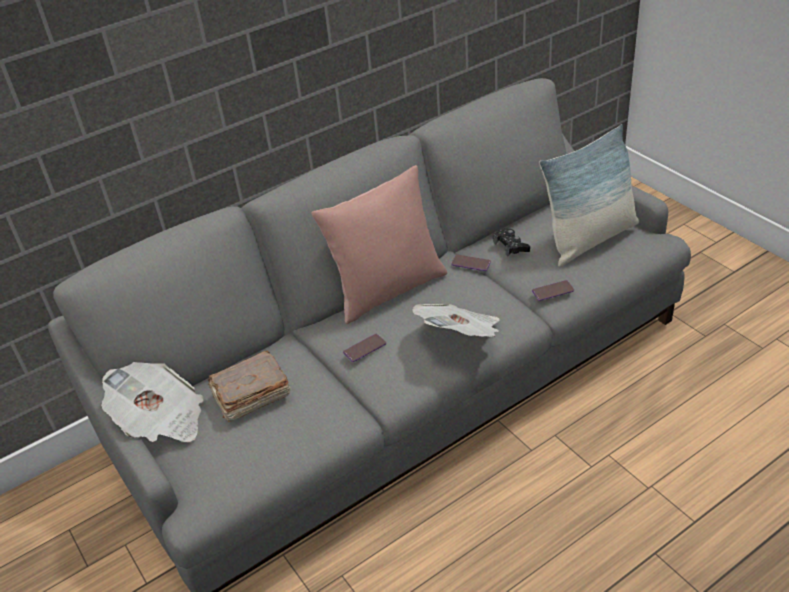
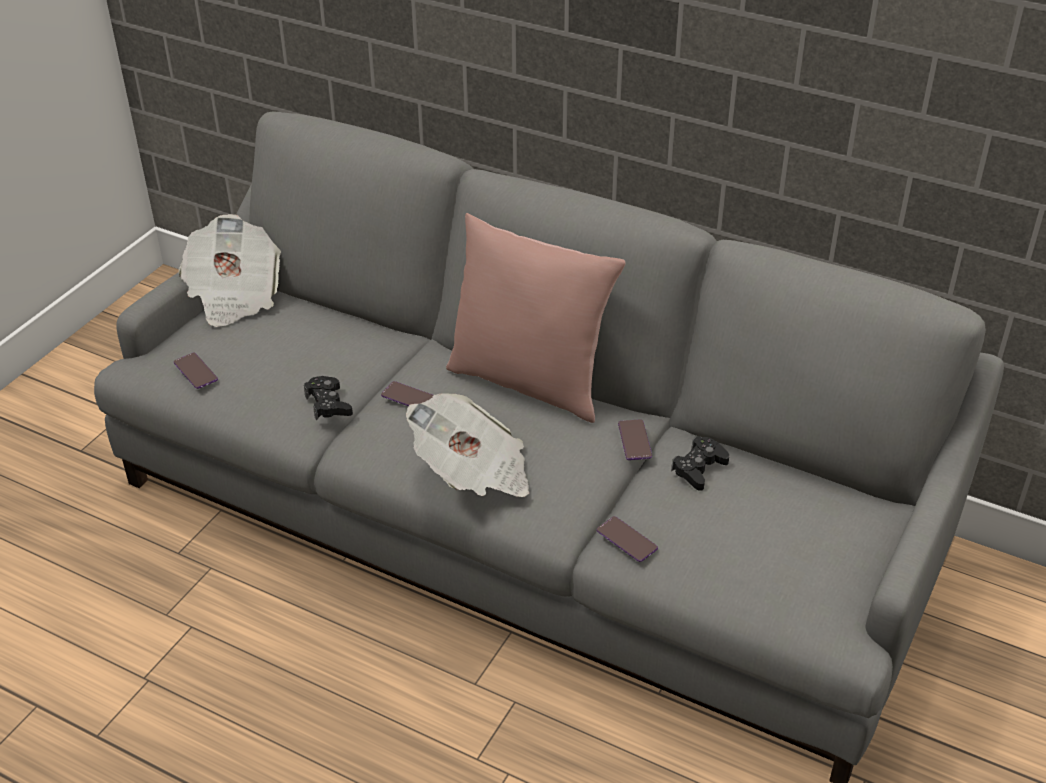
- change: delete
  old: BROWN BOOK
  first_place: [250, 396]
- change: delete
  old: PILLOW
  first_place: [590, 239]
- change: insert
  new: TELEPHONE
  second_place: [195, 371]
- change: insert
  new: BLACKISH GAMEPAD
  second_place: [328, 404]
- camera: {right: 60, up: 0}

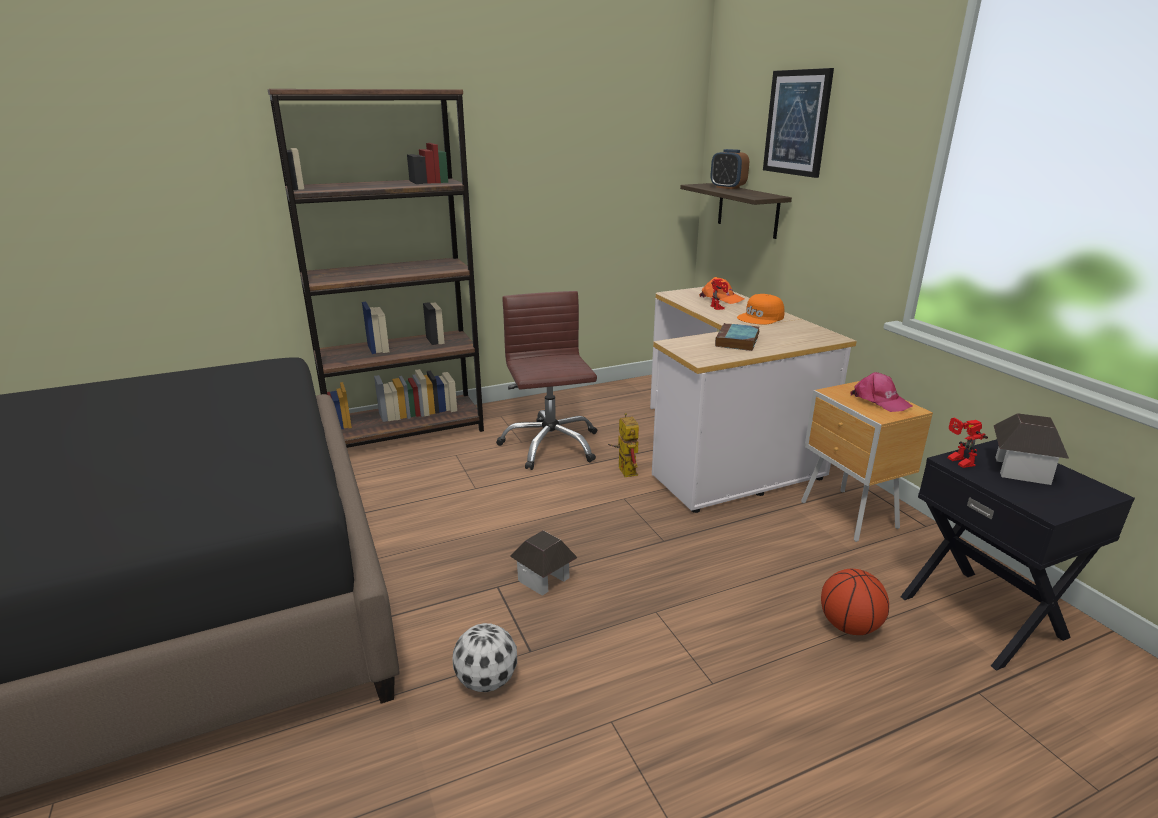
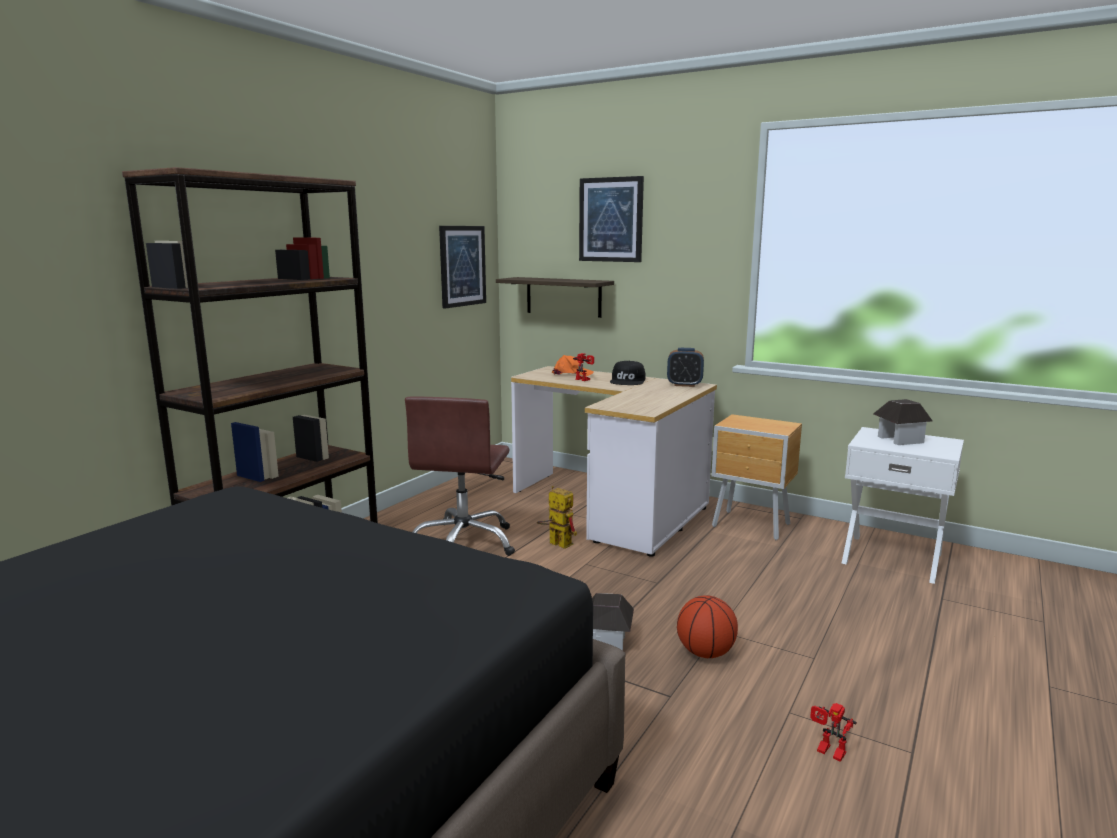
- change: delete
  old: FOOTBALL
  first_place: [486, 680]
- change: rotate
  old: BROWN OFFICE CHAIR
  first_place: [550, 445]
  second_place: [464, 543]
  degrees: -120
- change: move
  old: ALARM CLOCK
  first_place: [727, 187]
  second_place: [684, 385]
- change: delete
  old: BOOK
  first_place: [737, 341]
- change: recolor
  old: ORANGE-COLOURED CAP
  new: BLACKISH CAP
  first_place: [761, 317]
  second_place: [628, 381]
- change: move
  old: BASKETBALL
  first_place: [849, 626]
  second_place: [705, 653]
- change: delete
  old: PINK CAP
  first_place: [879, 400]
- change: recolor
  old: BLACKISH NIGHT TABLE
  new: WHITE-COLOURED NIGHT TABLE
  first_place: [983, 615]
  second_place: [892, 557]
- change: move
  old: ROBOT FIGURE
  first_place: [957, 461]
  second_place: [828, 753]
- change: insert
  new: WALL PICTURE
  second_place: [462, 266]
- camera: {right: -35, up: -10}

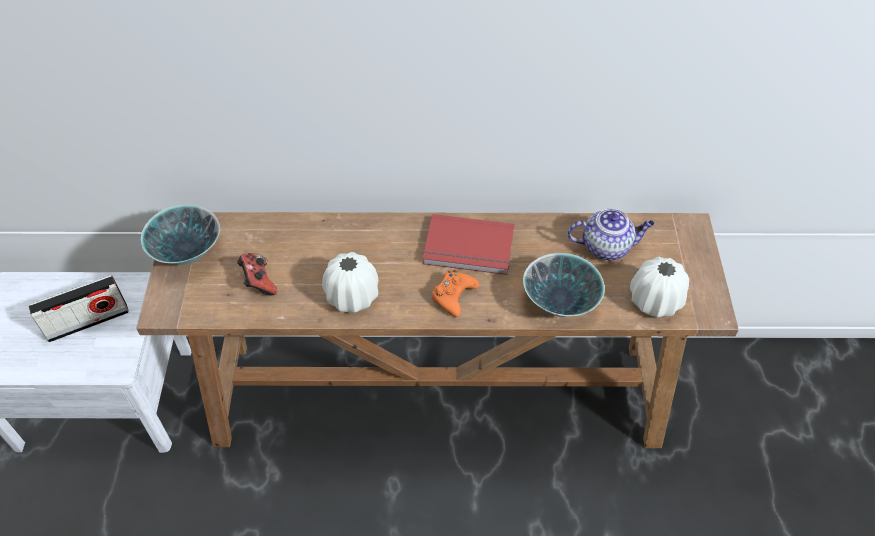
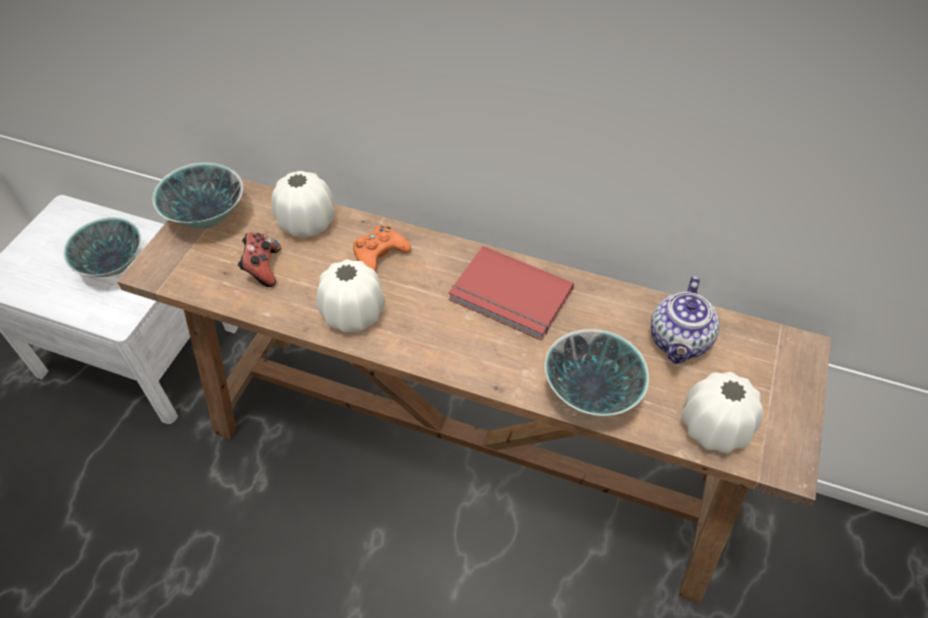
- change: replace
  old: RADIO RECEIVER
  new: SERVING BOWL
  first_place: [87, 321]
  second_place: [114, 266]
- change: move
  old: ORANGE-COLOURED GAMEPAD
  first_place: [453, 296]
  second_place: [379, 254]
- change: rotate
  old: POT FOR TEA
  first_place: [607, 246]
  second_place: [679, 342]
  degrees: 90
- change: insert
  new: WHITE-COLOURED FLOWER VASE
  second_place: [307, 223]
- camera: {right: 20, up: 0}

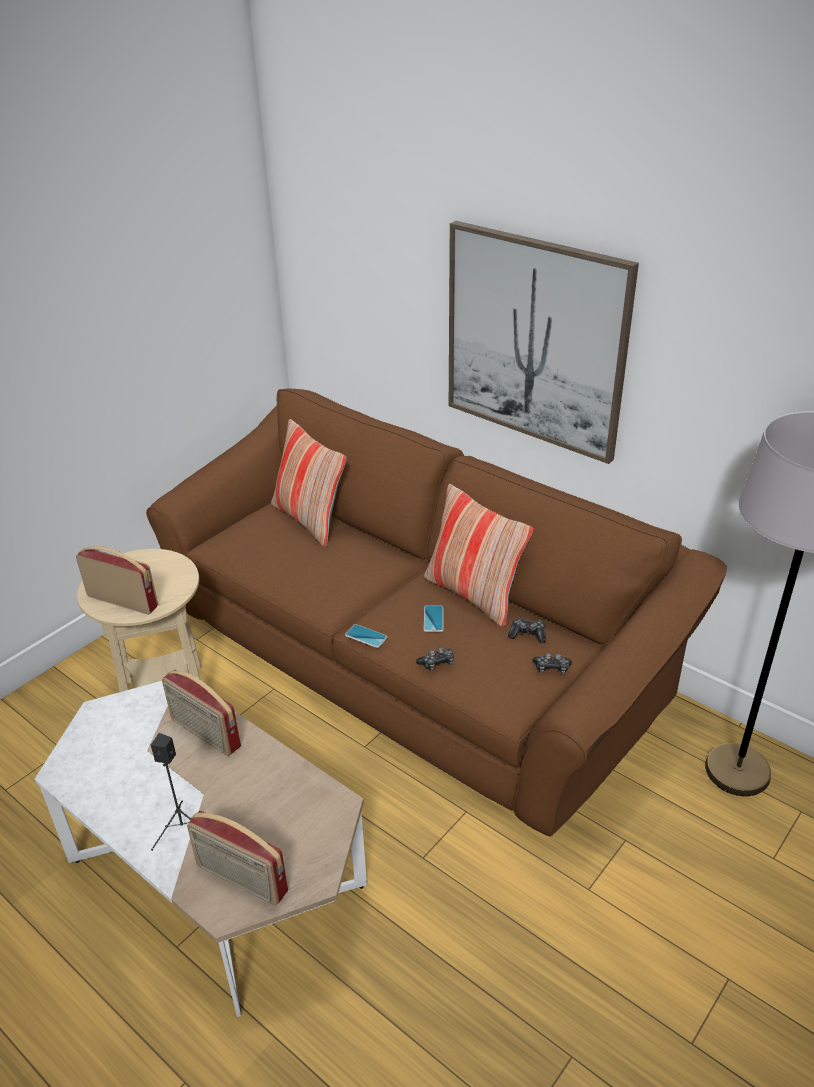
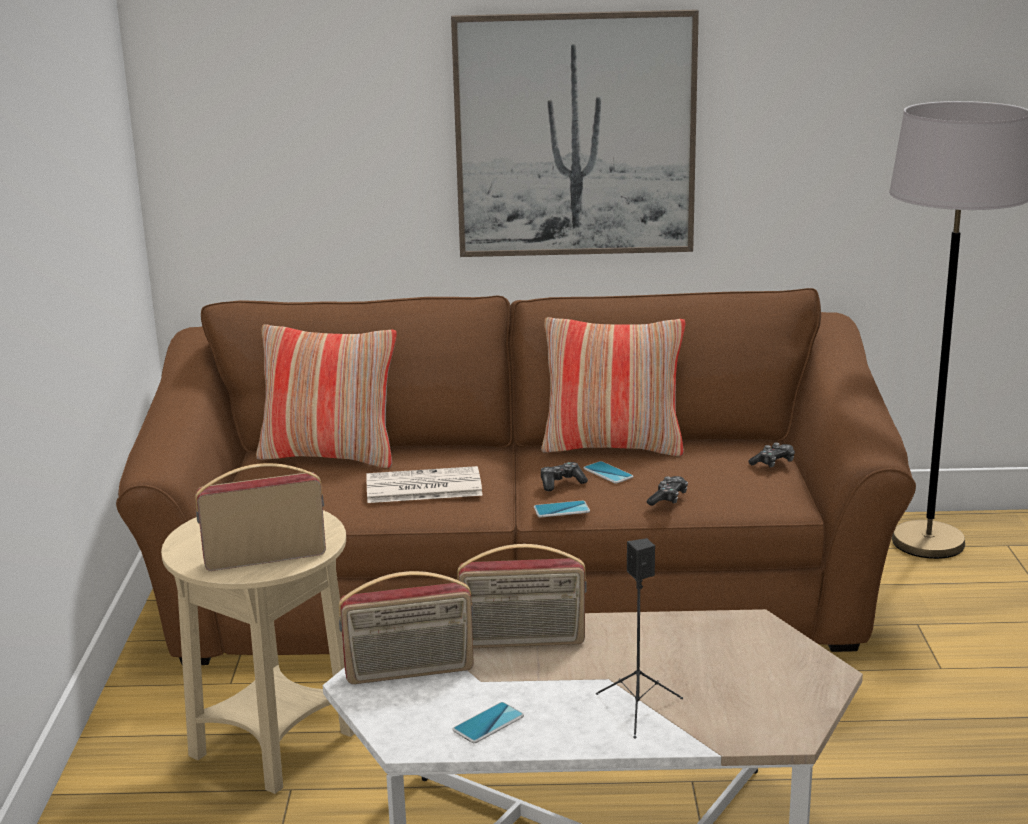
- change: move
  old: RADIO RECEIVER
  first_place: [241, 880]
  second_place: [409, 672]
- change: move
  old: GAMEPAD
  first_place: [527, 634]
  second_place: [561, 483]
- change: insert
  new: DAILY PAPER
  second_place: [422, 487]
- change: insert
  new: TELEPHONE
  second_place: [488, 724]
- camera: {right: -40, up: -15}

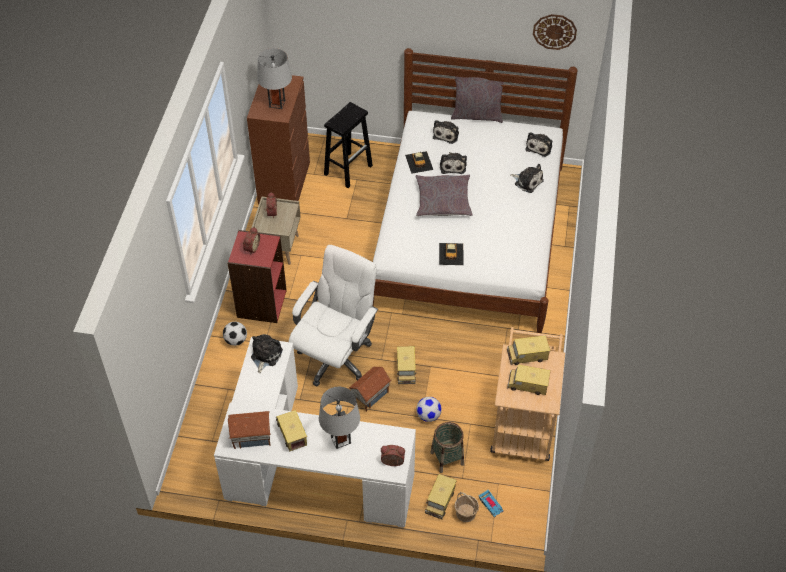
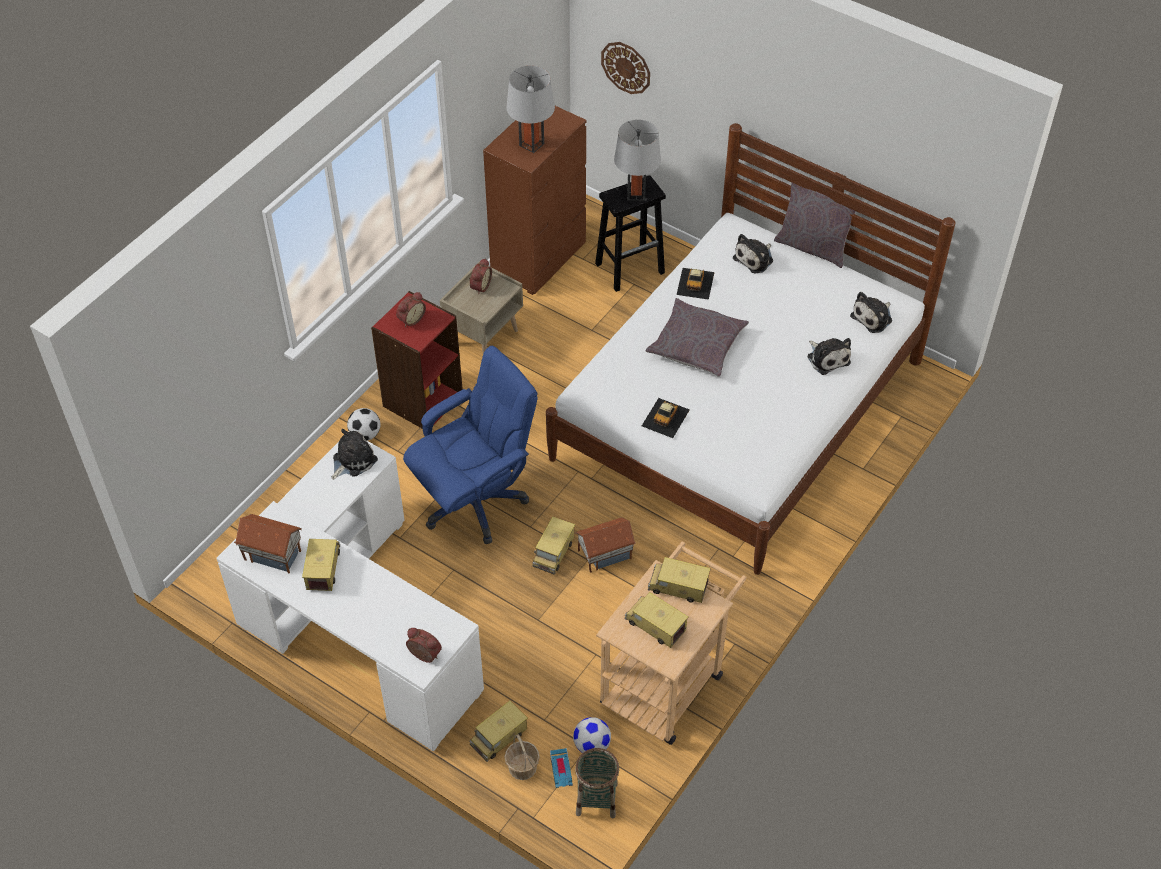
- change: recolor
  old: WHITE-COLOURED OFFICE CHAIR
  new: BLUISH OFFICE CHAIR
  first_place: [335, 356]
  second_place: [475, 501]
- change: move
  old: GREYISH LAMP FOR A TABLE
  first_place: [340, 440]
  second_place: [636, 194]
- change: move
  old: MINIATURE HOUSE
  first_place: [369, 395]
  second_place: [604, 554]
- change: move
  old: FOOTBALL
  first_place: [428, 416]
  second_place: [591, 745]
- change: move
  old: STORAGE BASKET
  first_place: [447, 458]
  second_place: [596, 799]
- change: delete
  old: CUDDLY TOY
  first_place: [452, 165]
- change: move
  old: HANGING CLOCK
  first_place: [554, 31]
  second_place: [626, 67]
- camera: {right: 25, up: 0}

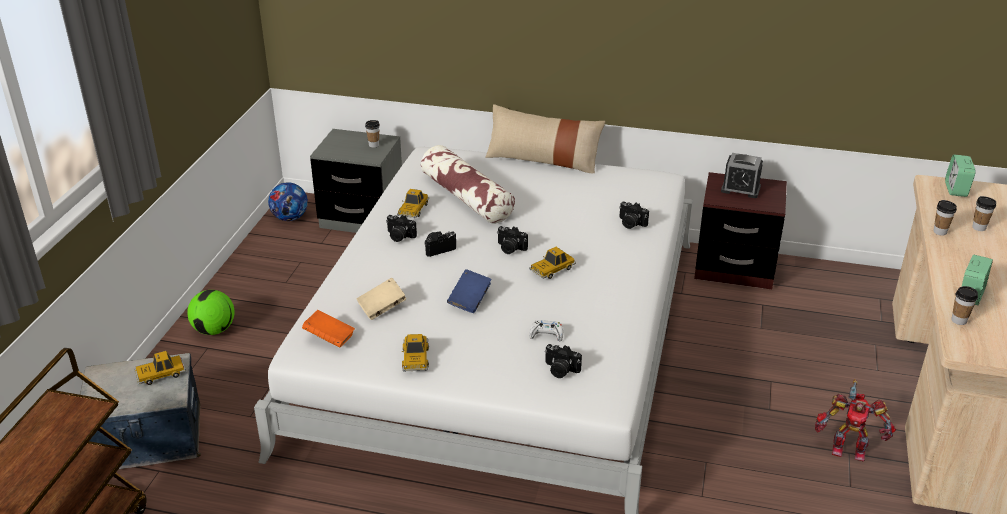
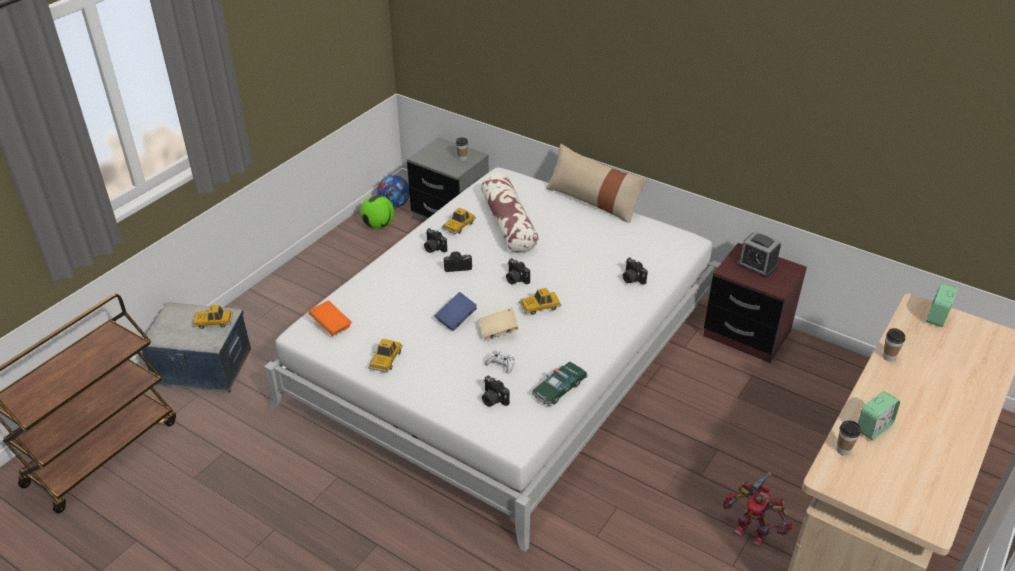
- change: move
  old: FOOTBALL
  first_place: [214, 330]
  second_place: [379, 225]
- change: move
  old: BEIGE-COLOURED BOOK
  first_place: [382, 308]
  second_place: [498, 331]
- change: delete
  old: SMALL CUP
  first_place: [979, 227]
- change: insert
  new: TOY CAR
  second_place: [559, 388]
- camera: {right: 20, up: 5}

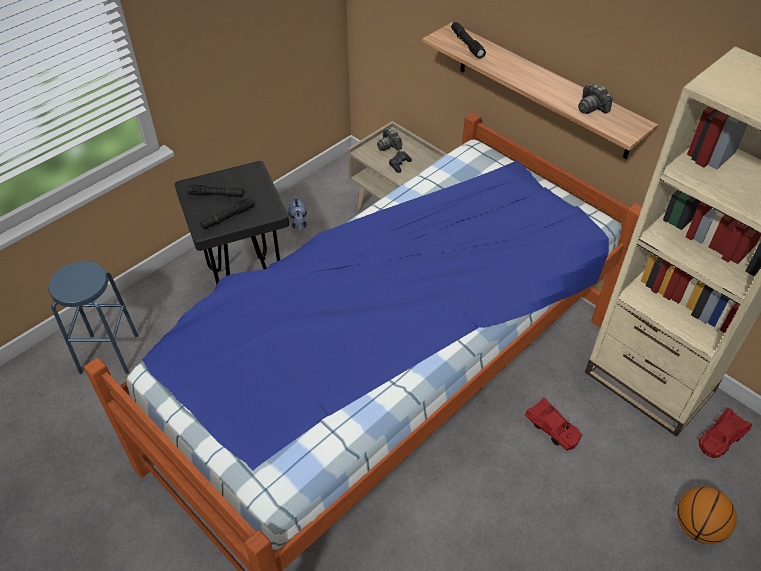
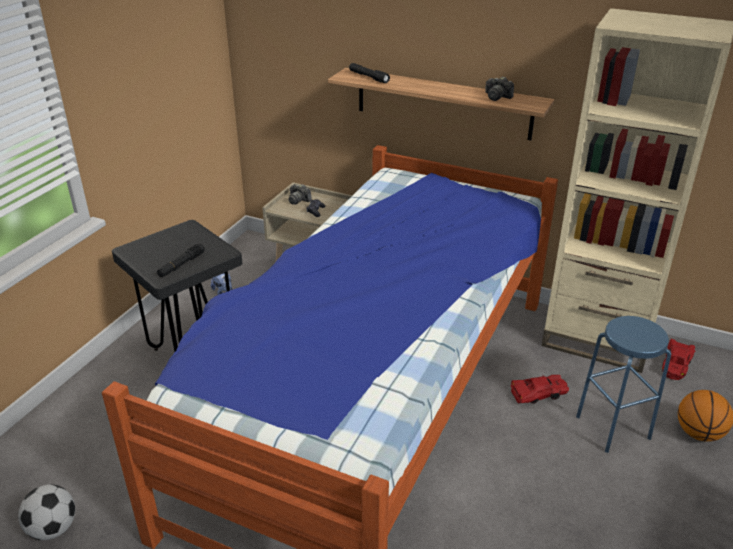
- change: move
  old: BLUISH STOOL SEAT
  first_place: [109, 353]
  second_place: [612, 427]
- change: delete
  old: BLACKISH FLASHLIGHT
  first_place: [216, 195]
- change: rotate
  old: RED TOY CAR
  first_place: [552, 429]
  second_place: [539, 394]
  degrees: -45
- change: insert
  new: FOOTBALL
  second_place: [53, 528]
- camera: {right: -20, up: -15}

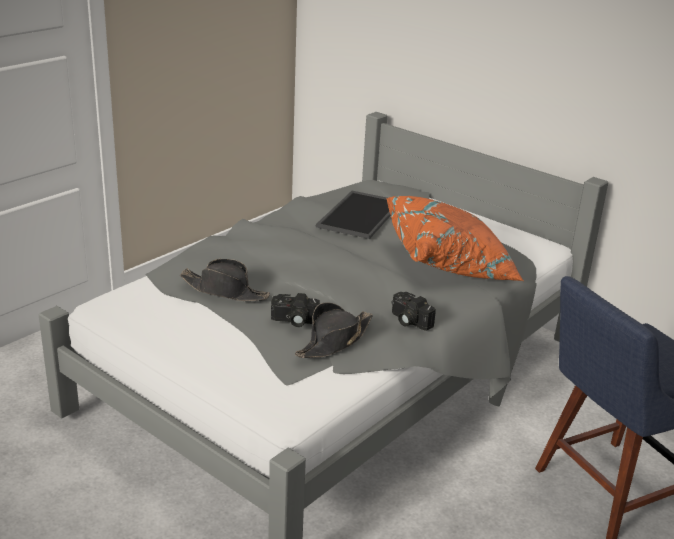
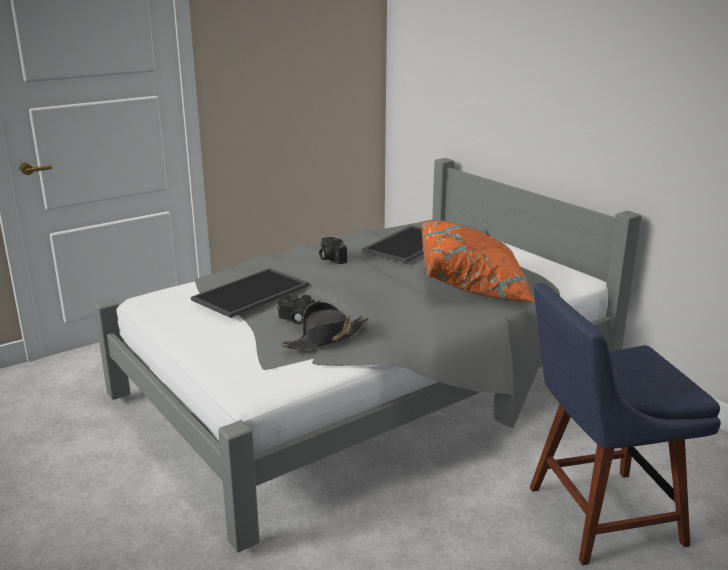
- change: replace
  old: BLACKISH WEARABLE HAT
  new: CARRYING TRAY
  first_place: [225, 290]
  second_place: [251, 293]
- change: move
  old: PHOTO CAMERA
  first_place: [408, 321]
  second_place: [330, 258]
- camera: {right: 15, up: -5}

